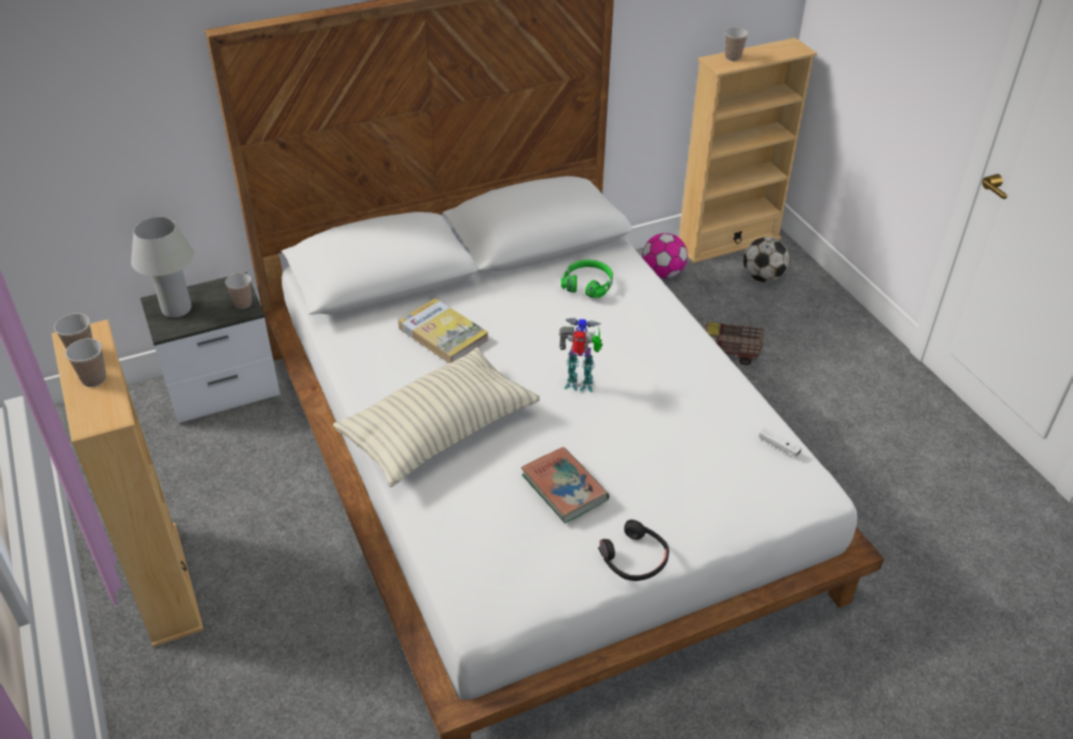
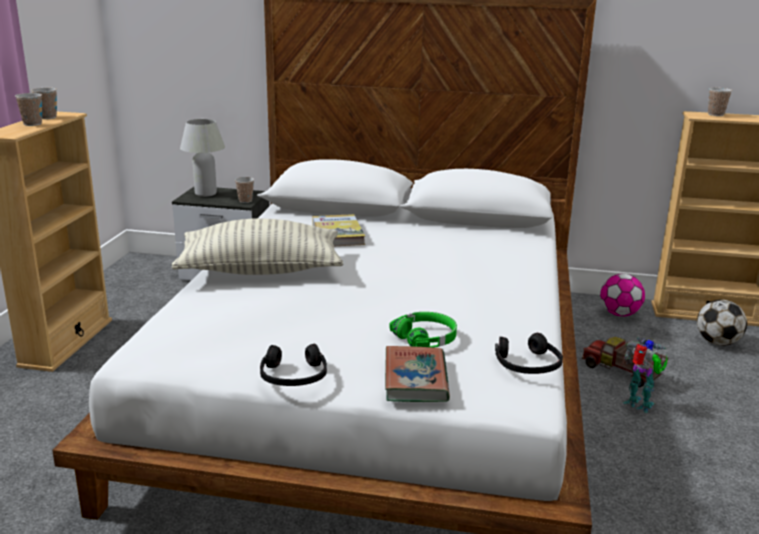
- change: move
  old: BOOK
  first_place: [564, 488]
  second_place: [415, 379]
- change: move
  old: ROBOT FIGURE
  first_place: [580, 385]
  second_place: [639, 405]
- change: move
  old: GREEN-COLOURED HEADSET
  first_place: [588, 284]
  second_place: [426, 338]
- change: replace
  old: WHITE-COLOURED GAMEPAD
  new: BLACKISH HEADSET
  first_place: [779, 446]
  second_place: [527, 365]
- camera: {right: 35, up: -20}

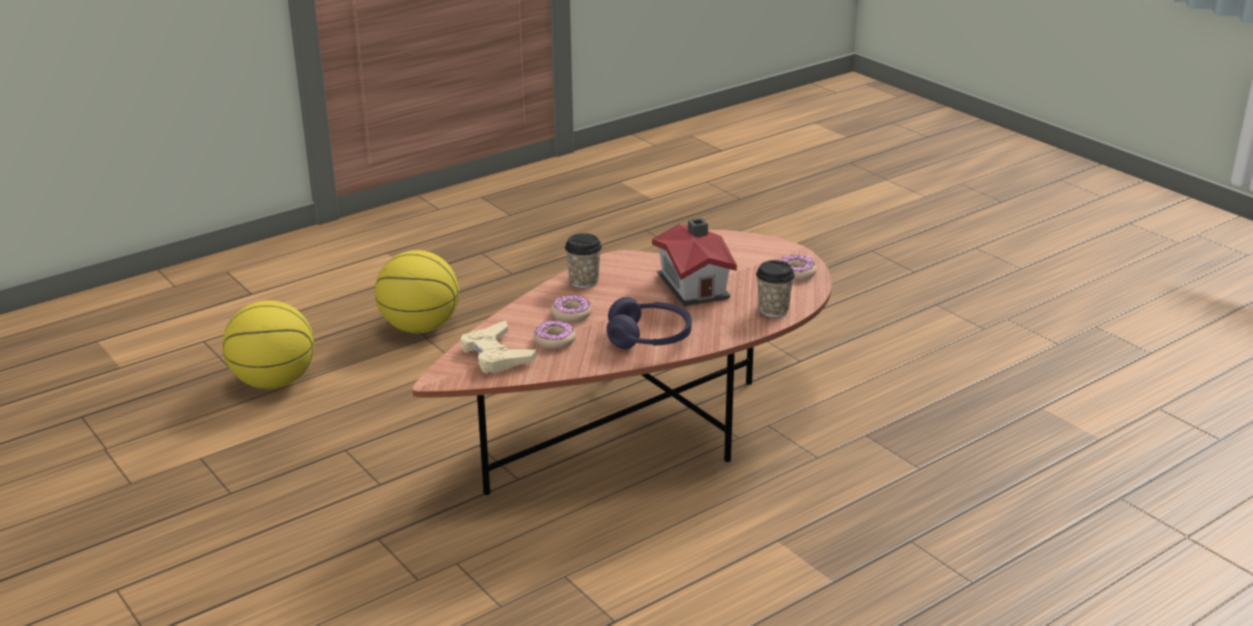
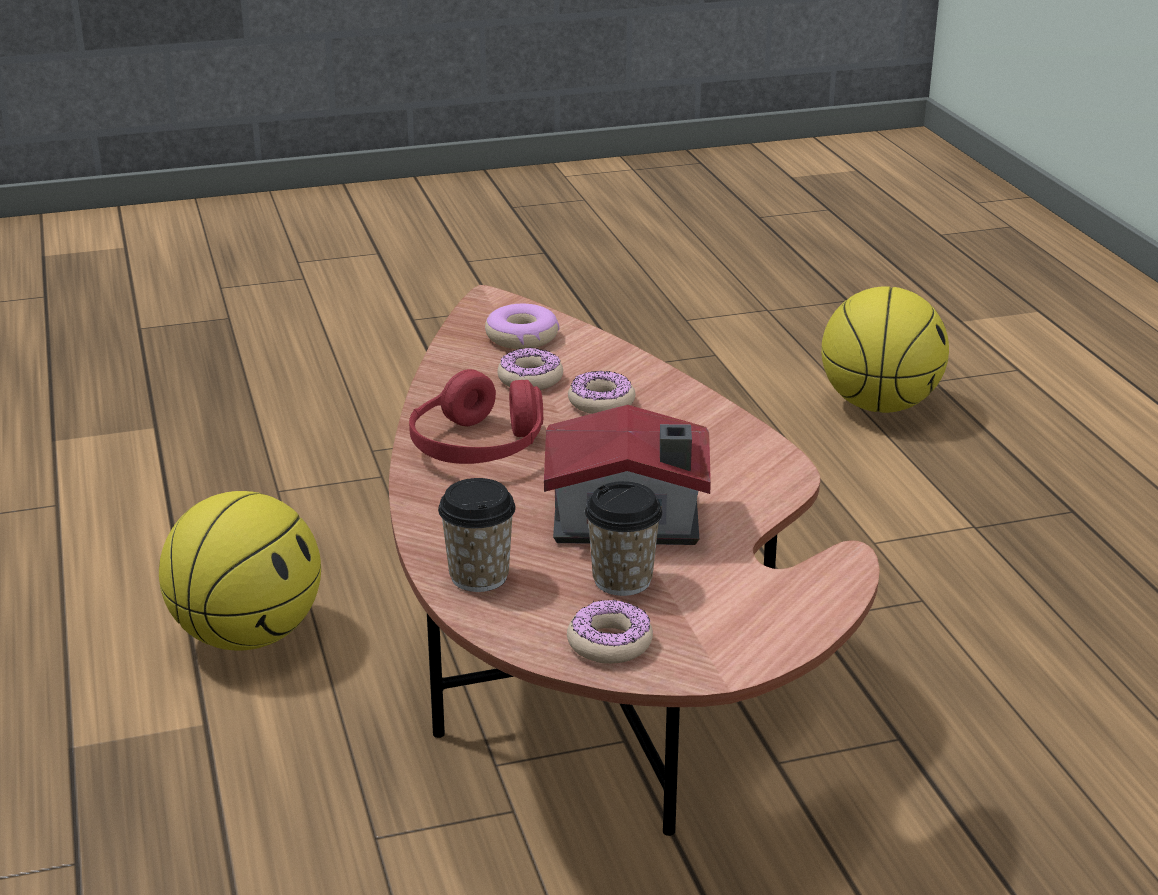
- change: move
  old: BASKETBALL
  first_place: [419, 327]
  second_place: [249, 635]
- change: replace
  old: BEIGE-COLOURED GAMEPAD
  new: DOUGHNUT
  first_place: [496, 355]
  second_place: [522, 337]
- change: move
  old: SMALL CUP
  first_place: [584, 281]
  second_place: [622, 580]
- change: recolor
  old: PURPLE-COLOURED HEADSET
  new: RED HEADSET
  first_place: [649, 338]
  second_place: [478, 446]
- camera: {right: 110, up: 0}

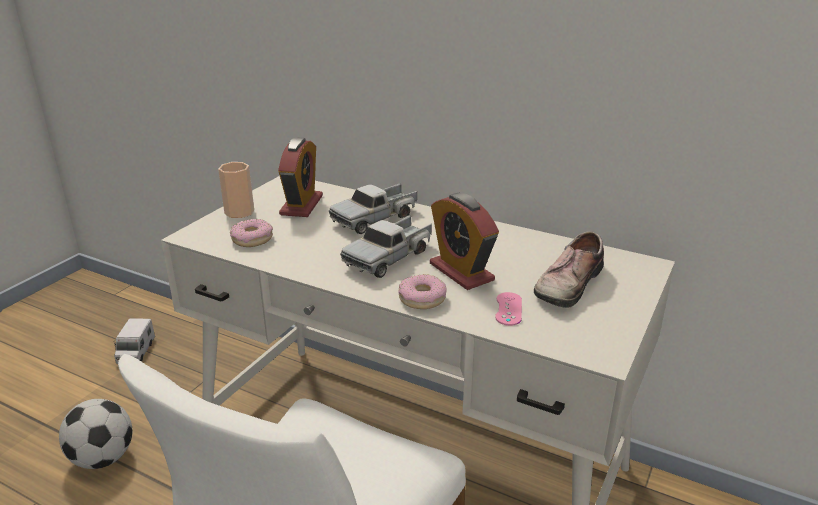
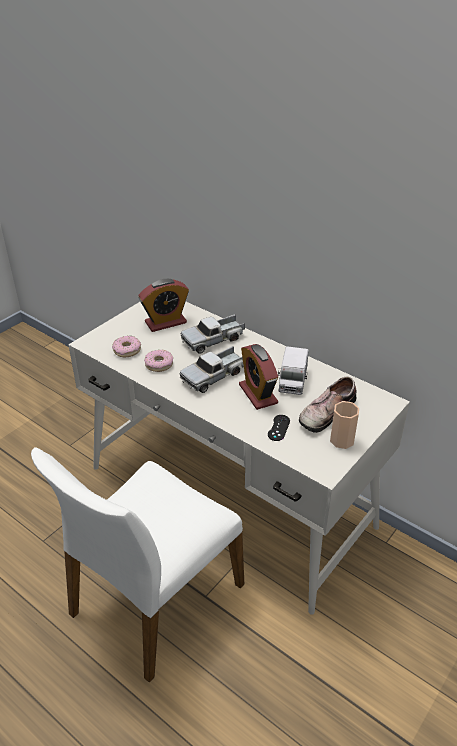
- change: delete
  old: FOOTBALL
  first_place: [104, 458]
- change: move
  old: TOY TRUCK
  first_place: [136, 352]
  second_place: [292, 380]
- change: move
  old: SMALL CUP
  first_place: [239, 212]
  second_place: [342, 440]
- change: rotate
  old: ALARM CLOCK
  first_place: [301, 205]
  second_place: [165, 322]
  degrees: 45
- change: move
  old: DOUGHNUT
  first_place: [422, 298]
  second_place: [159, 364]
- change: recolor
  old: PINK GAMEPAD
  new: BLACKISH GAMEPAD
  first_place: [508, 309]
  second_place: [278, 428]
- camera: {right: 10, up: 10}

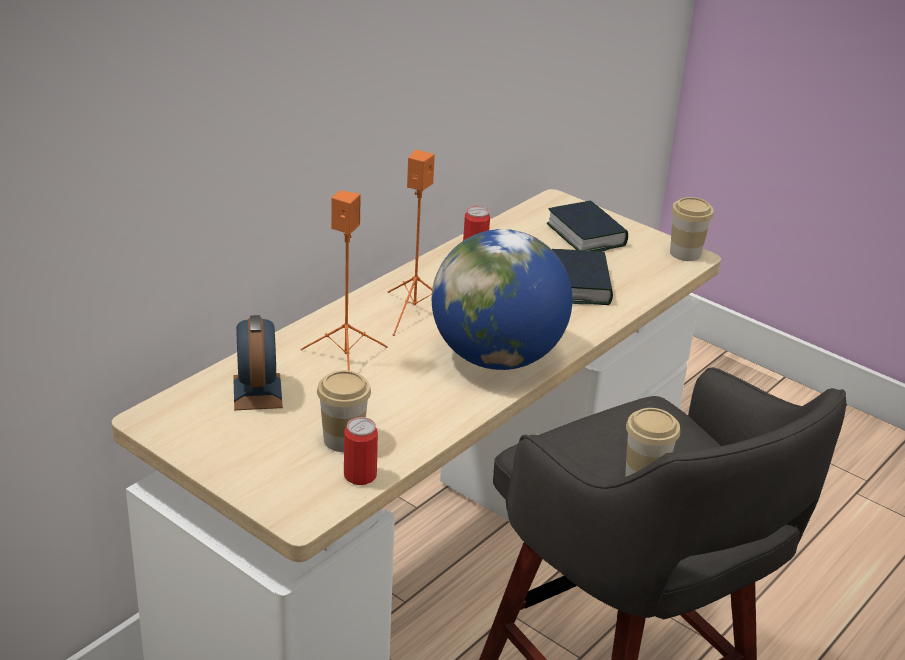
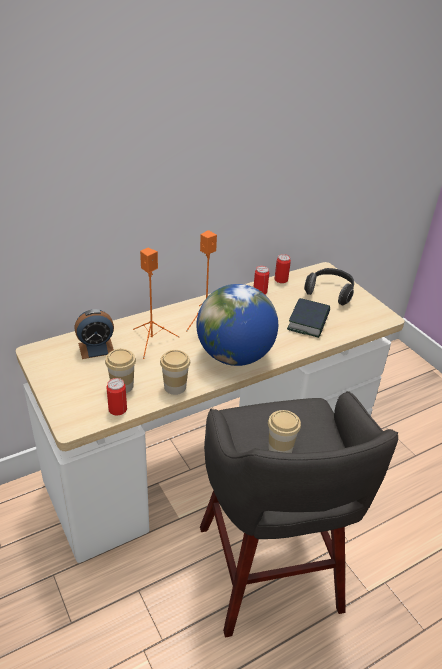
- change: rotate
  old: ALARM CLOCK
  first_place: [257, 391]
  second_place: [96, 348]
  degrees: 60
- change: replace
  old: BOOK
  new: HEADSET
  first_place: [586, 235]
  second_place: [330, 292]
- change: move
  old: SMALL CUP
  first_place: [685, 253]
  second_place: [175, 387]
- change: insert
  new: SEALED CAN
  second_place: [281, 280]
- camera: {right: 20, up: 5}

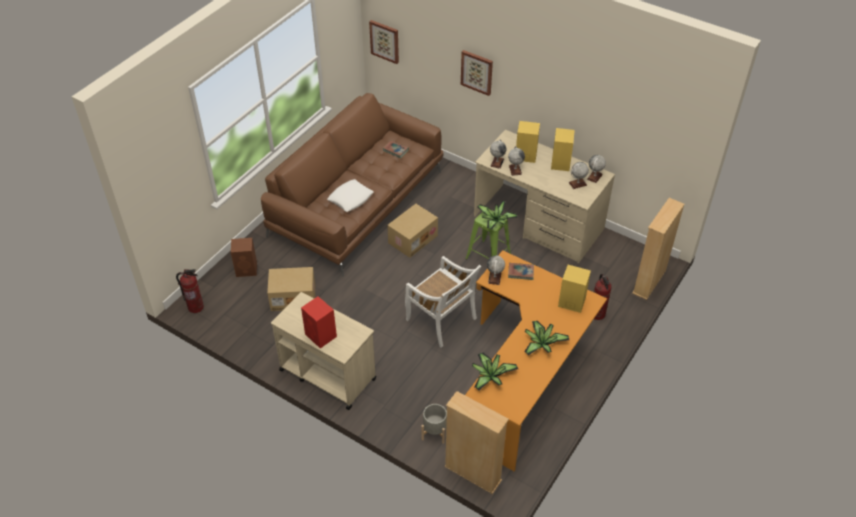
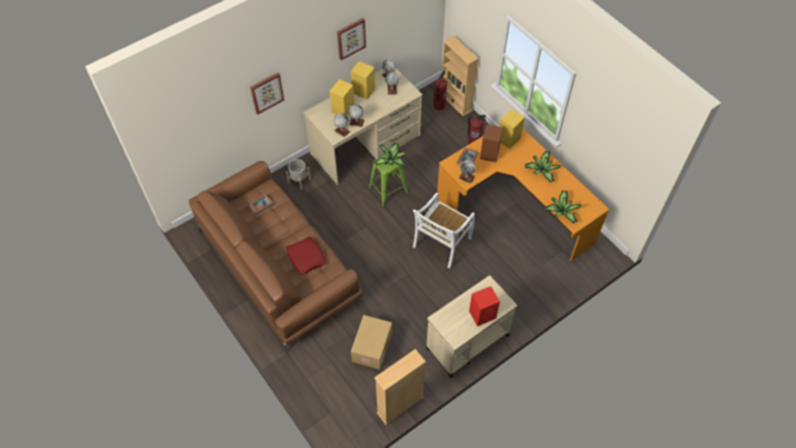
- change: move
  old: FIRE EXTINGUISHER
  first_place: [195, 307]
  second_place: [439, 105]
- change: move
  old: BROWN LOUDSPEAKER
  first_place: [247, 269]
  second_place: [489, 153]
- change: recolor
  old: WHITE-COLOURED PILLOW
  new: RED PILLOW
  first_place: [350, 198]
  second_place: [306, 257]
- change: move
  old: WALL PICTURE
  first_place: [385, 41]
  second_place: [351, 38]
- change: delete
  old: CARTON
  first_place: [412, 239]
- change: rotate
  old: WHITE-COLOURED UPRIGHT CHAIR
  first_place: [442, 320]
  second_place: [441, 243]
  degrees: 150
- change: move
  old: GREYISH PLANTER
  first_place: [435, 432]
  second_place: [299, 180]
- change: move
  old: BEIGE-COLOURED SHELVING UNIT
  first_place: [472, 473]
  second_place: [400, 405]
- camera: {right: -70, up: 10}

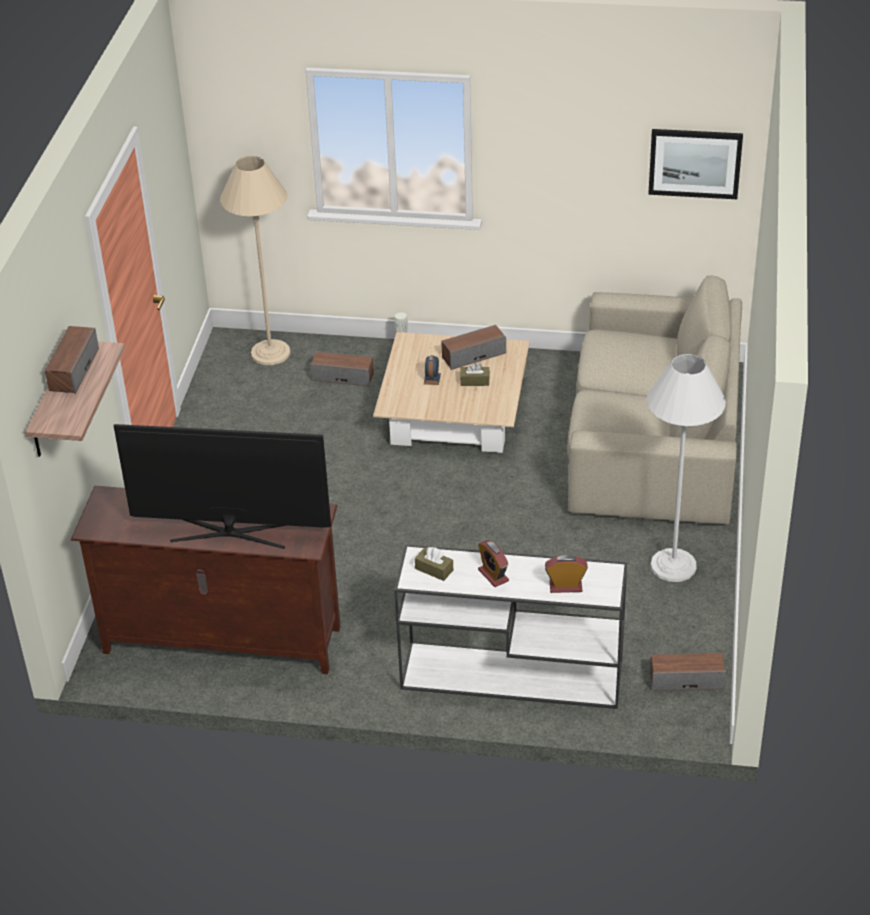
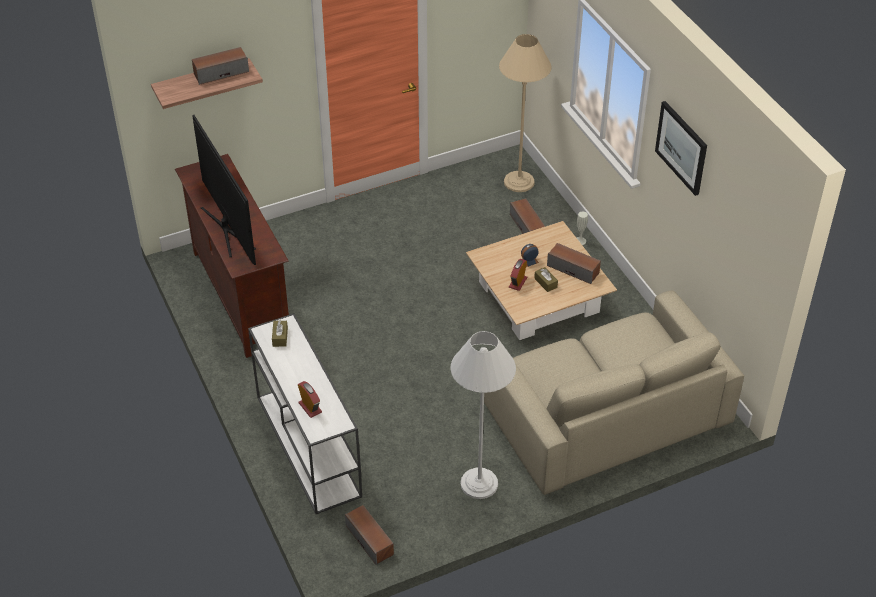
- change: move
  old: ALARM CLOCK
  first_place: [493, 575]
  second_place: [518, 282]
- change: move
  old: WALL PICTURE
  first_place: [695, 163]
  second_place: [682, 147]
- camera: {right: 55, up: 5}

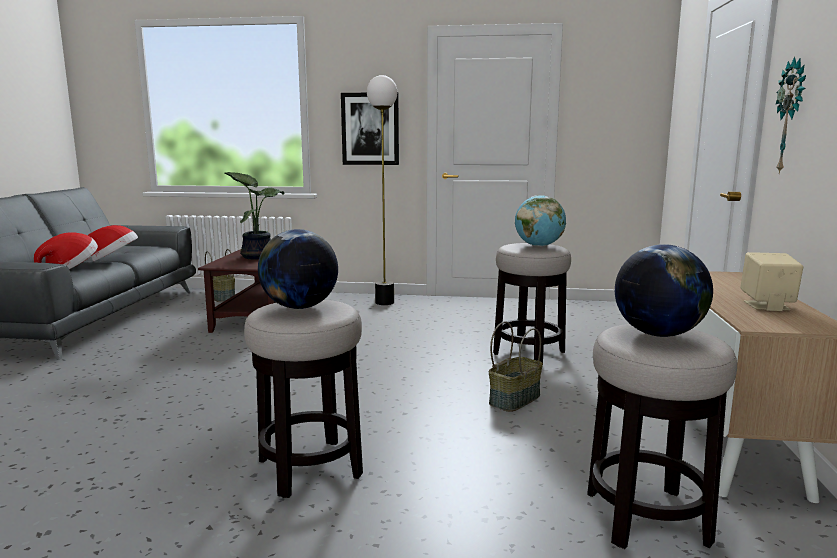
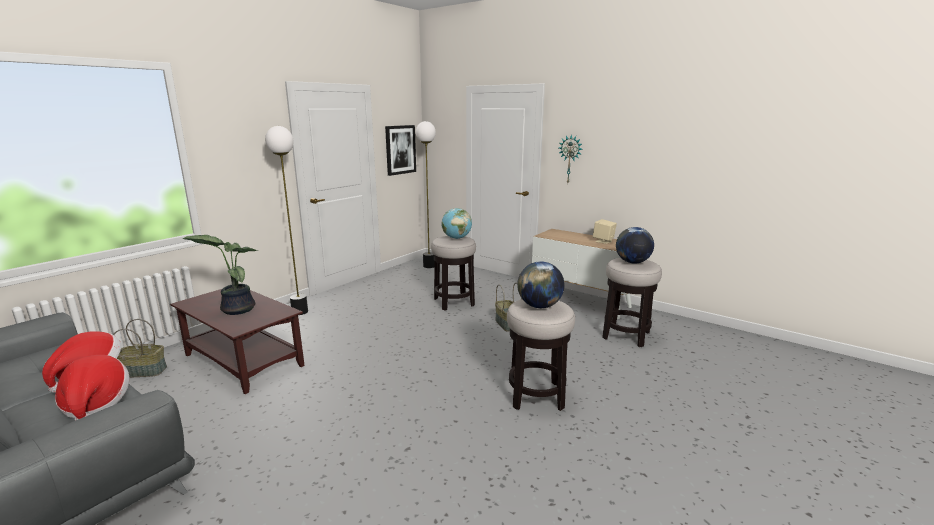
- change: move
  old: WALL PICTURE
  first_place: [370, 129]
  second_place: [400, 149]
- change: insert
  new: STANDARD LAMP
  second_place: [429, 266]
- camera: {right: -60, up: 5}

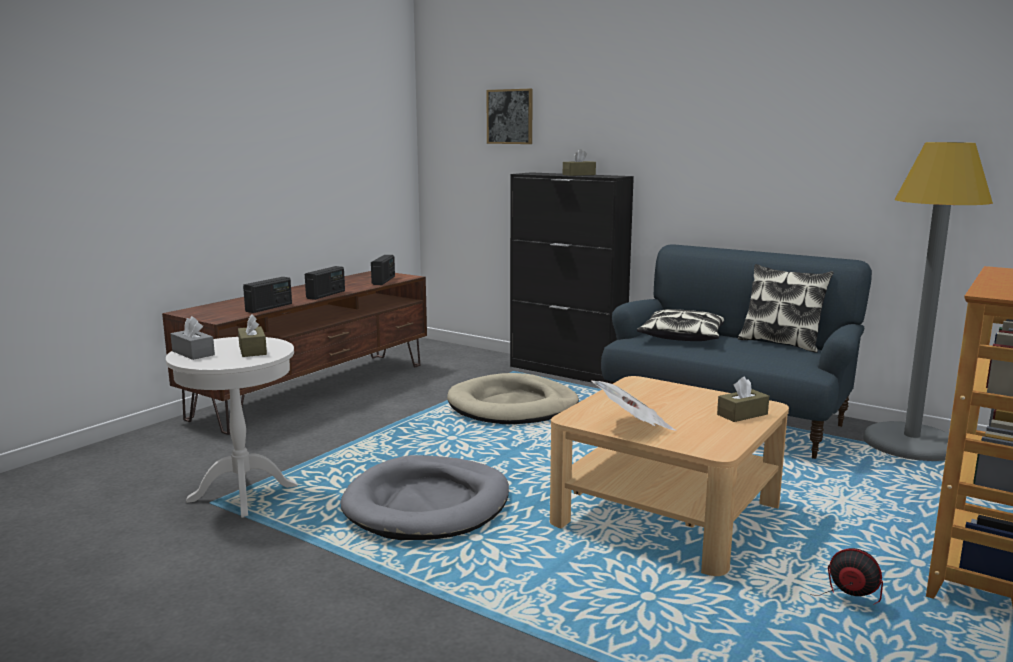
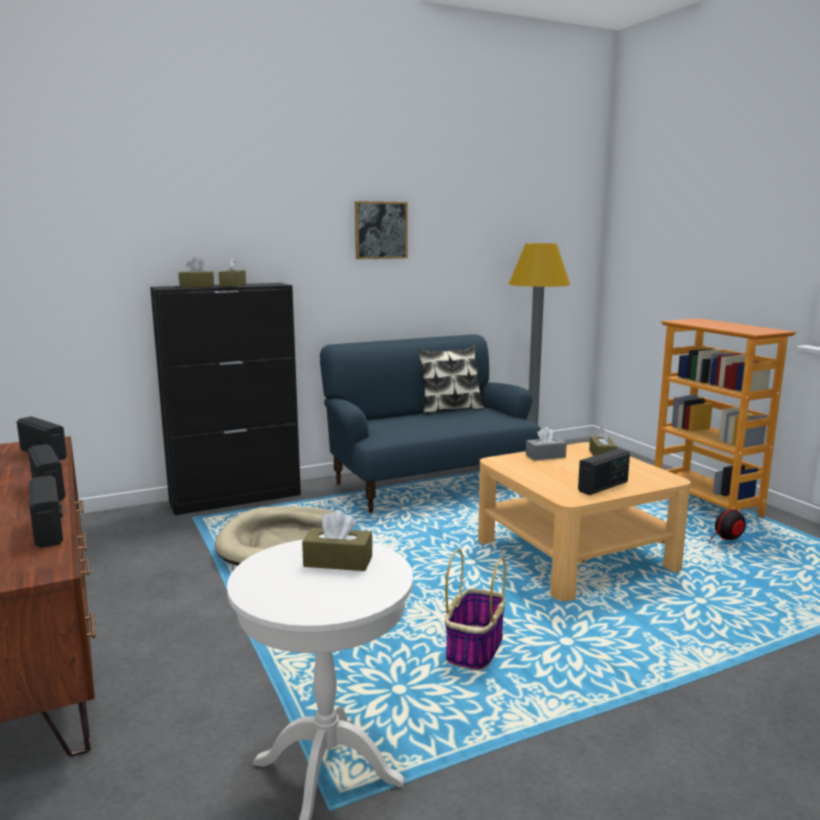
- change: move
  old: GREYISH TISSUE BOX
  first_place: [193, 353]
  second_place: [545, 456]
- change: replace
  old: GREYISH DOG BED
  new: STORAGE BASKET
  first_place: [428, 504]
  second_place: [474, 648]
- change: move
  old: WALL PICTURE
  first_place: [510, 116]
  second_place: [381, 230]
- change: replace
  old: DAILY PAPER
  new: RADIO RECEIVER
  first_place: [633, 426]
  second_place: [603, 487]
- change: delete
  old: PILLOW
  first_place: [682, 336]
- change: insert
  new: BROWN TISSUE BOX
  second_place: [197, 286]
- camera: {right: -60, up: 0}

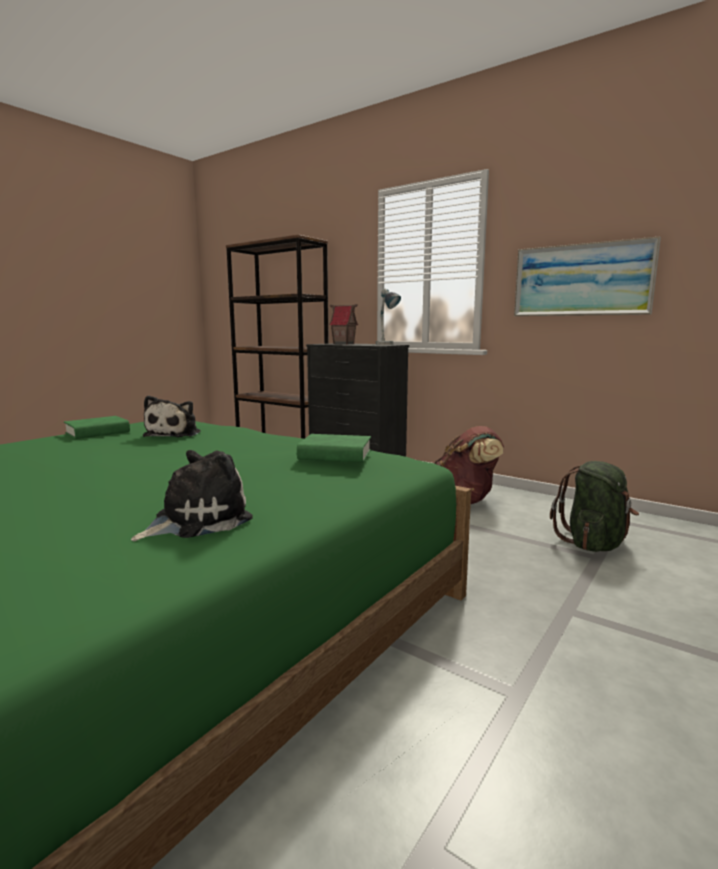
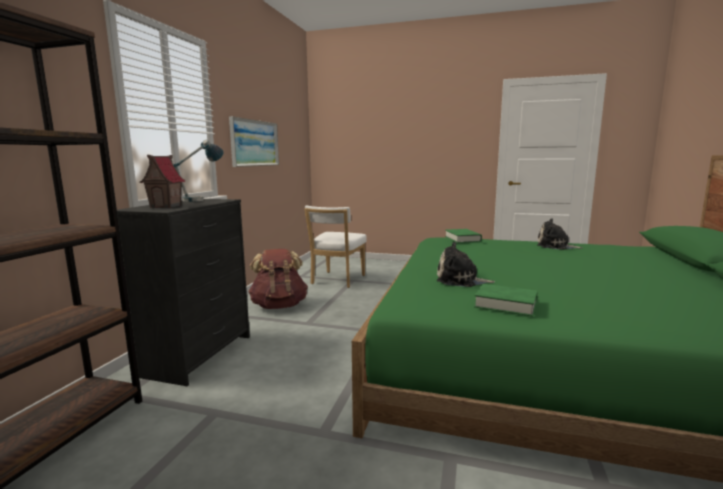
- change: rotate
  old: CUDDLY TOY
  first_place: [175, 434]
  second_place: [460, 280]
  degrees: -150
- change: replace
  old: GREEN-COLOURED KNAPSACK
  new: WHITE-COLOURED UPRIGHT CHAIR
  first_place: [593, 544]
  second_place: [336, 280]
- camera: {right: -110, up: 0}

